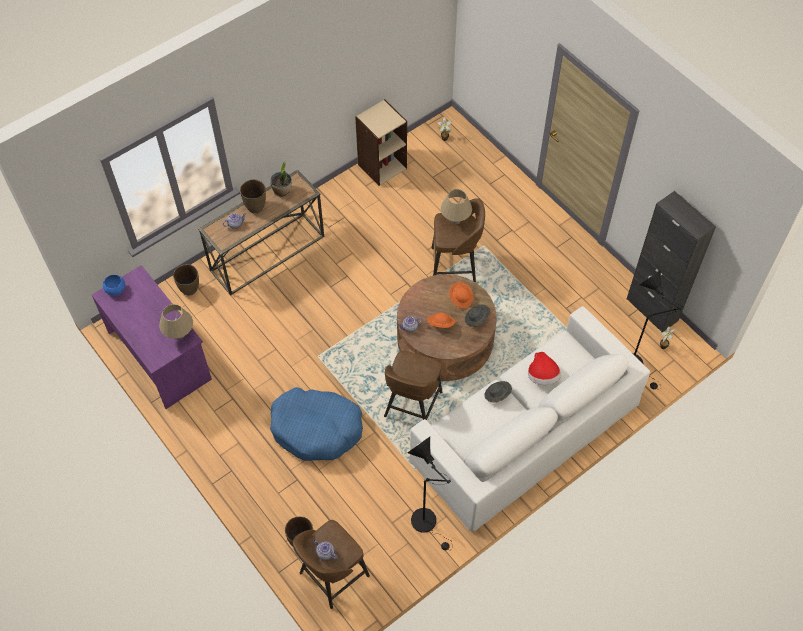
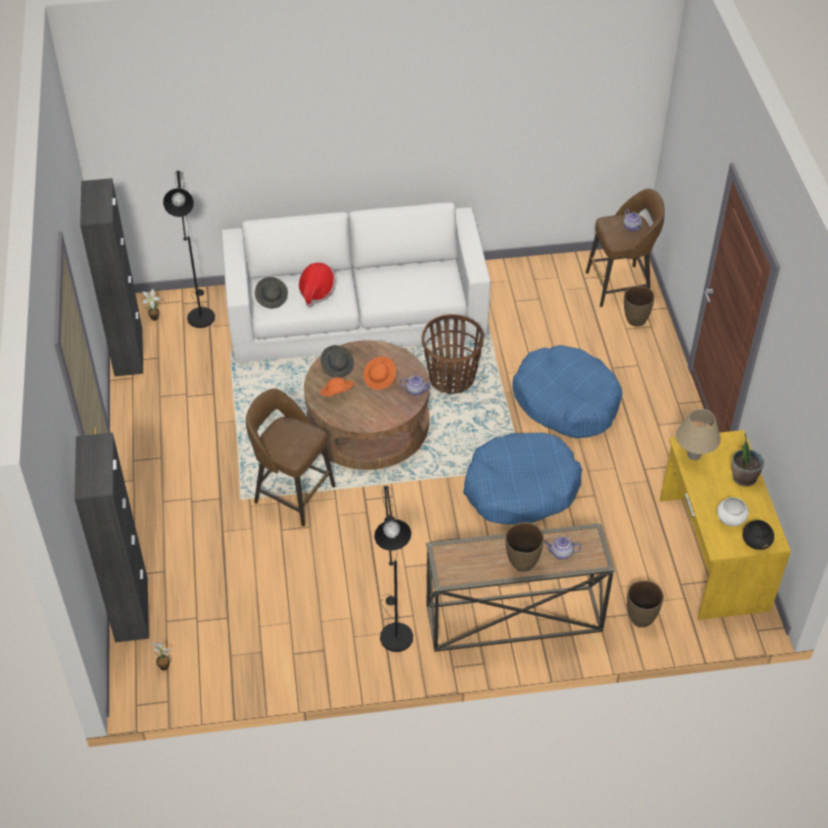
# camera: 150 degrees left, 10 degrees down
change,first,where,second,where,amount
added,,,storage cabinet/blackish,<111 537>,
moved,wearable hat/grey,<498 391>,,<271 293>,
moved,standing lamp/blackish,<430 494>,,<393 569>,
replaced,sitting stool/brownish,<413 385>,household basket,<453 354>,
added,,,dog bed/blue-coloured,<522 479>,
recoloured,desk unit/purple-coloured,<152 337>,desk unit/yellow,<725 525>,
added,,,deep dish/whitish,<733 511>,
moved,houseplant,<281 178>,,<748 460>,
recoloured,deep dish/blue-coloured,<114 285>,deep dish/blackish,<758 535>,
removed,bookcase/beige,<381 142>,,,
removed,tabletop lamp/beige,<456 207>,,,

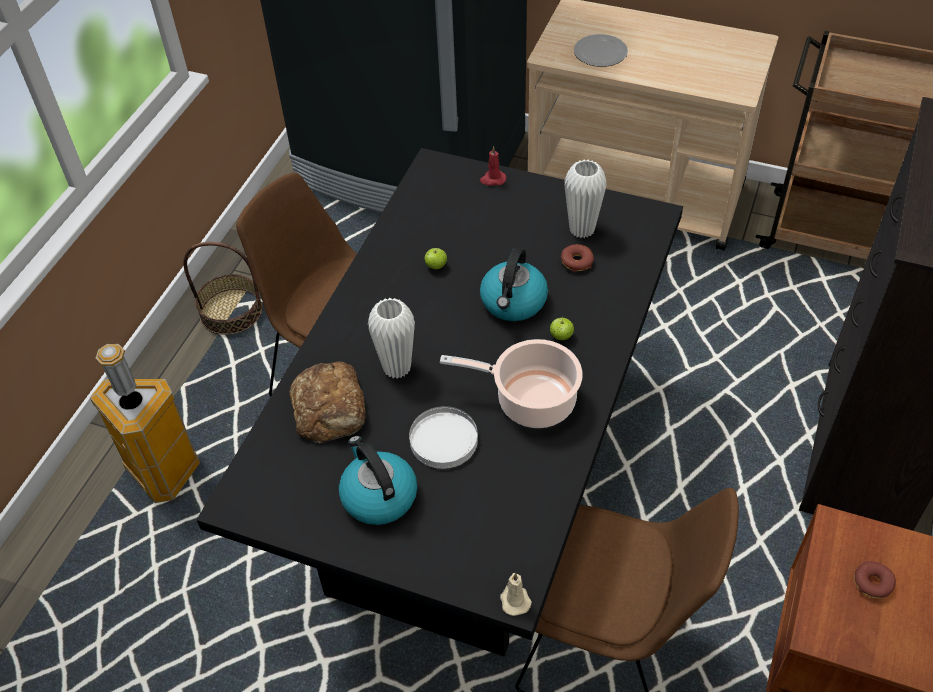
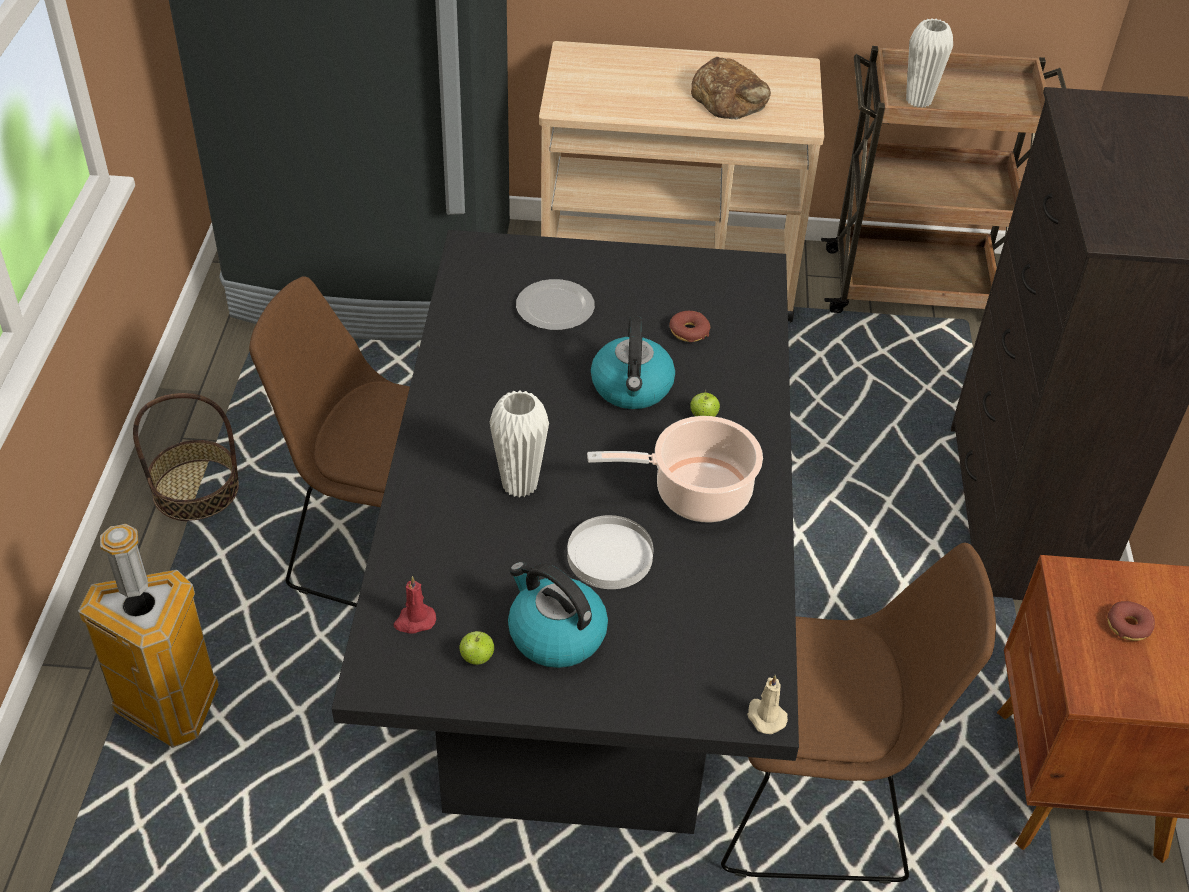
# camera: 20 degrees left, 5 degrees down
change,first,where,second,where,amount
moved,candle/red,<493 166>,,<415 605>,
moved,whole apple,<435 258>,,<476 648>,
moved,dinner plate,<601 50>,,<555 304>,
moved,baked bread,<328 403>,,<731 88>,
moved,decorative vase/whitish,<585 199>,,<929 63>,

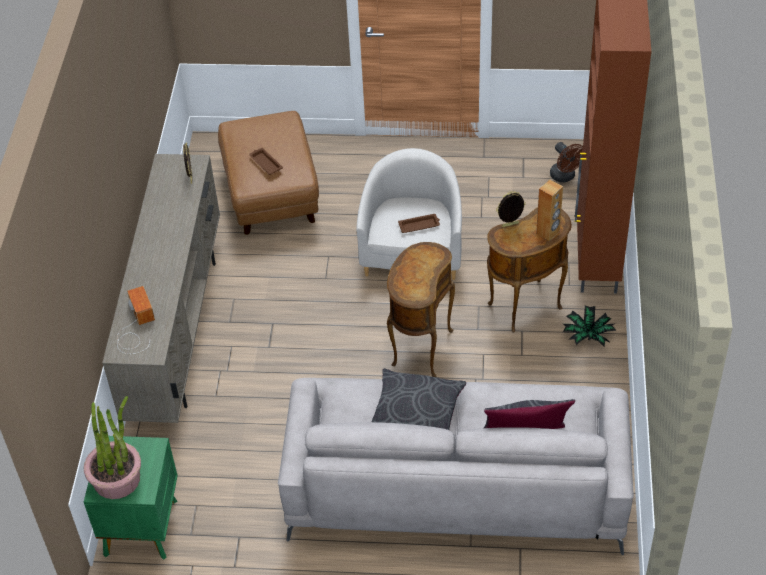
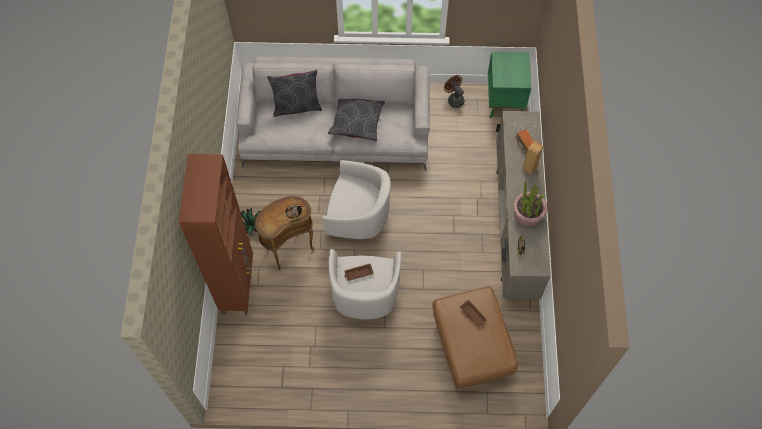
# camera: 175 degrees right, 15 degrees up
change,first,where,second,where,amount
replaced,accent table/brownish,<421 309>,easy chair/whitish,<356 199>,
moved,fan/brownish,<566 162>,,<454 91>,
moved,houseplant,<112 447>,,<530 203>,
moved,loudspeaker/brownish,<549 210>,,<533 158>,

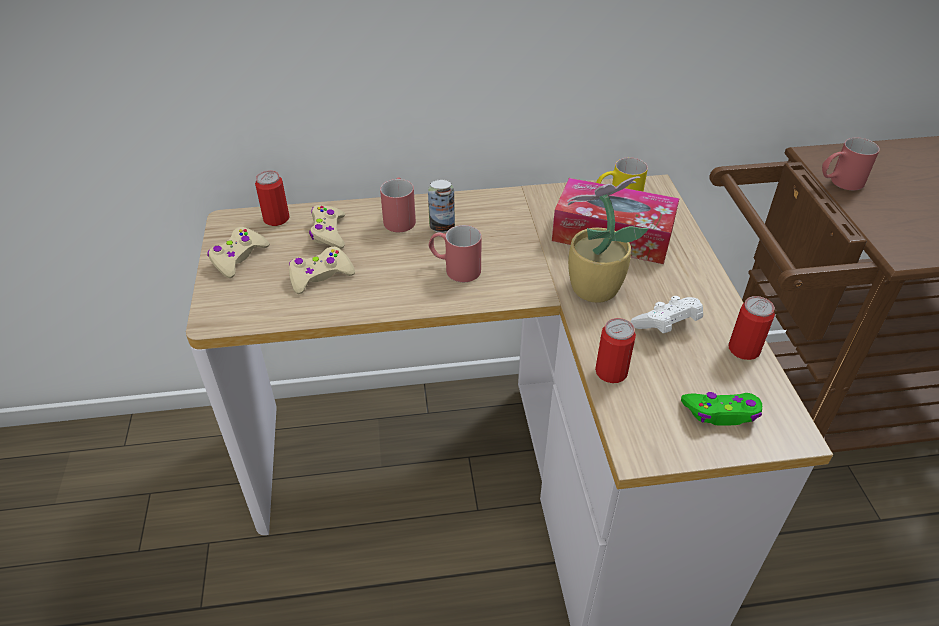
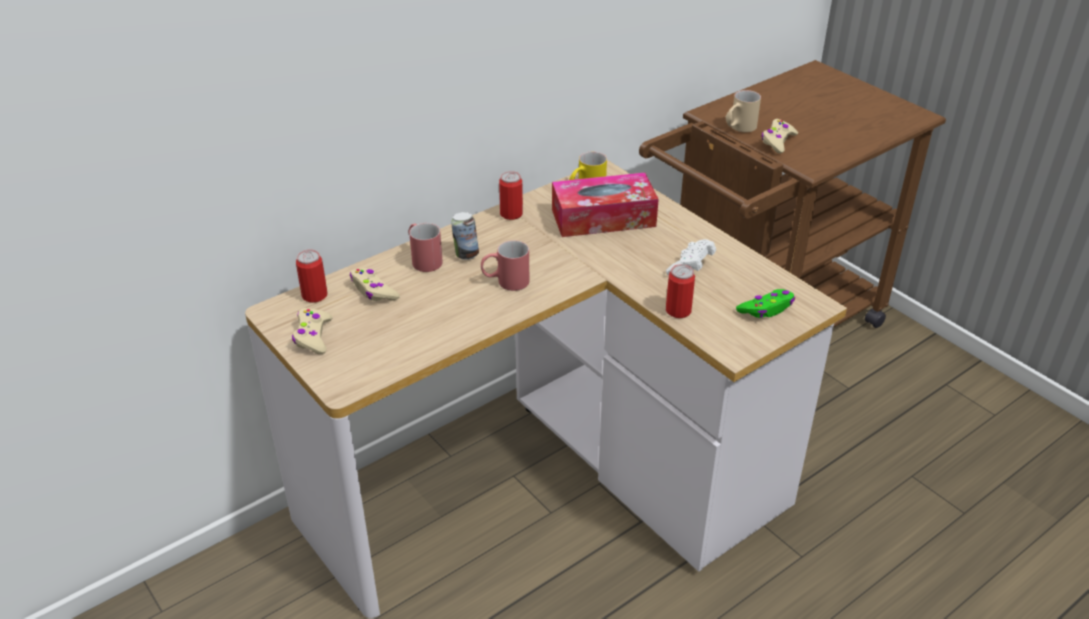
# camera: 30 degrees left, 5 degrees down
change,first,where,second,where,amount
moved,sealed can,<751 328>,,<511 195>,
recoloured,coffee mug/red,<851 164>,coffee mug/beige,<743 111>,
moved,gamepad/beige,<322 270>,,<779 136>,
removed,houseplant,<607 239>,,,

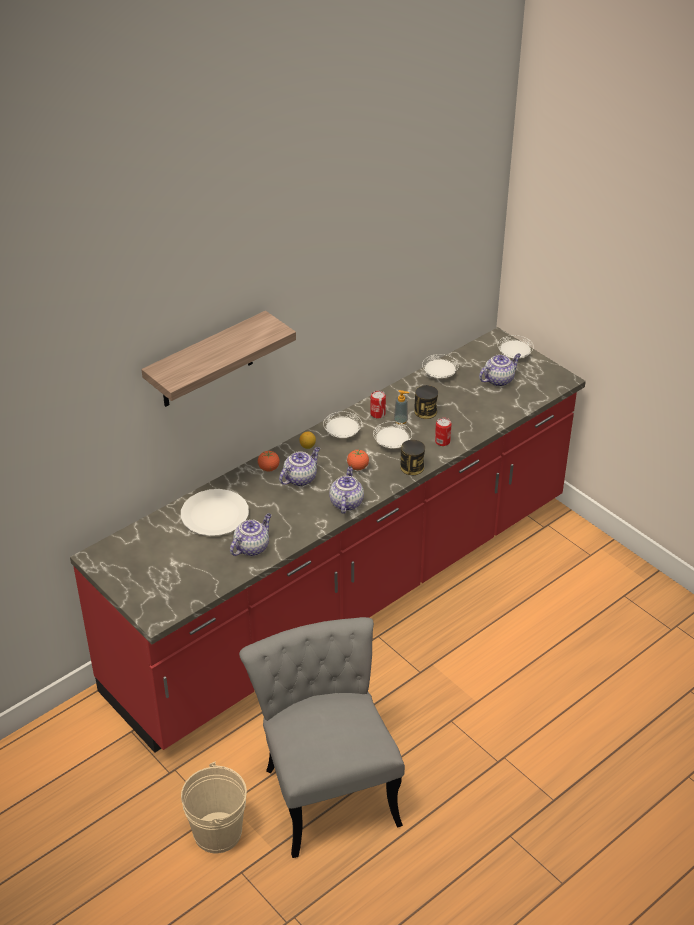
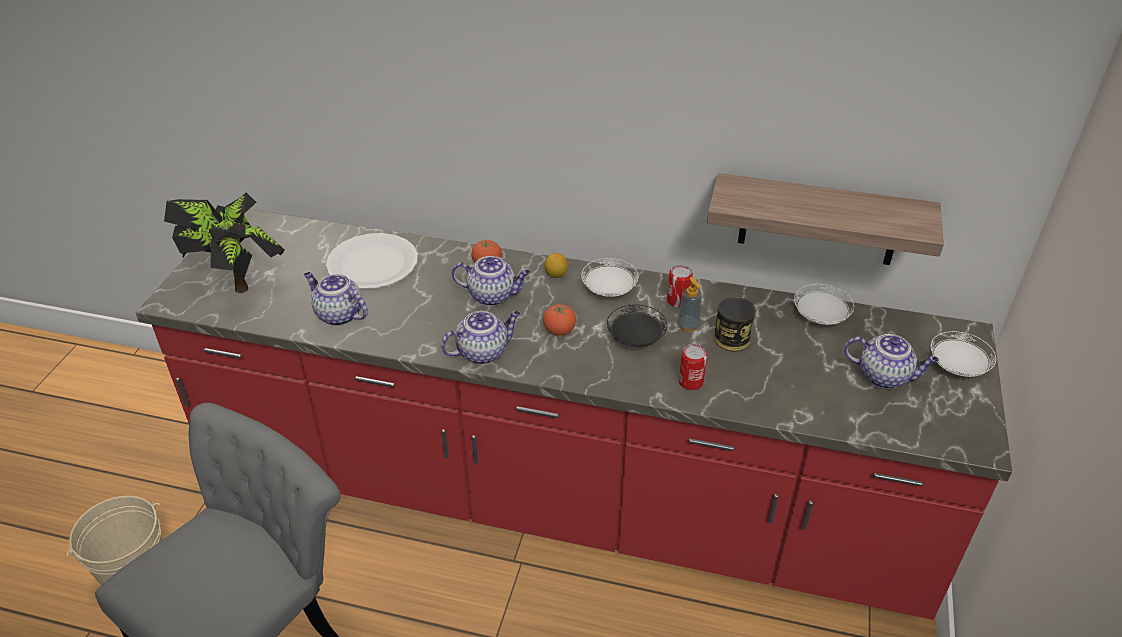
# camera: 55 degrees right, 0 degrees up
change,first,where,second,where,amount
added,,,houseplant,<224 243>,
turned,tea pot,<250 534>,,<336 299>,150 degrees counterclockwise
recoloured,dinner plate/whitish,<392 435>,dinner plate/blackish,<637 325>,
moved,bracket shelf,<218 359>,,<825 219>,
removed,sealed can,<412 457>,,,

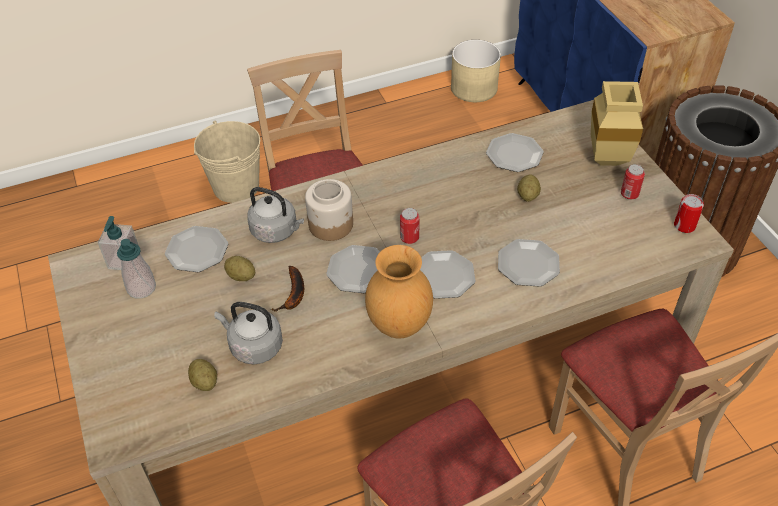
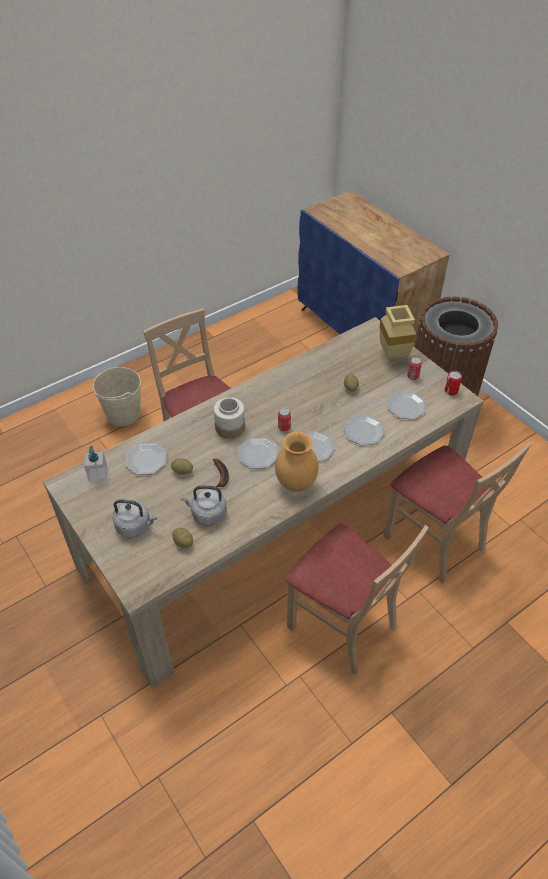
# camera: 15 degrees left, 0 degrees up
change,first,where,second,where,amount
moved,kettle/grey,<275 215>,,<135 518>,
moved,dinner plate,<515 152>,,<407 405>,
removed,liquid soap bottle,<136 269>,,,
removed,flower pot/beige,<476 71>,,,

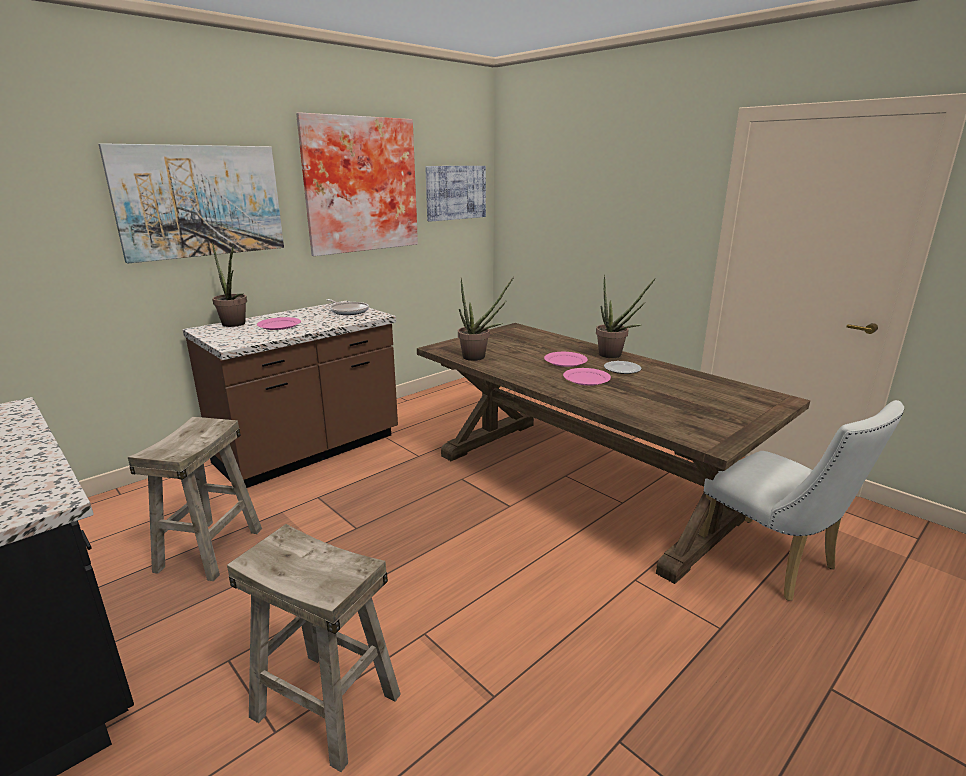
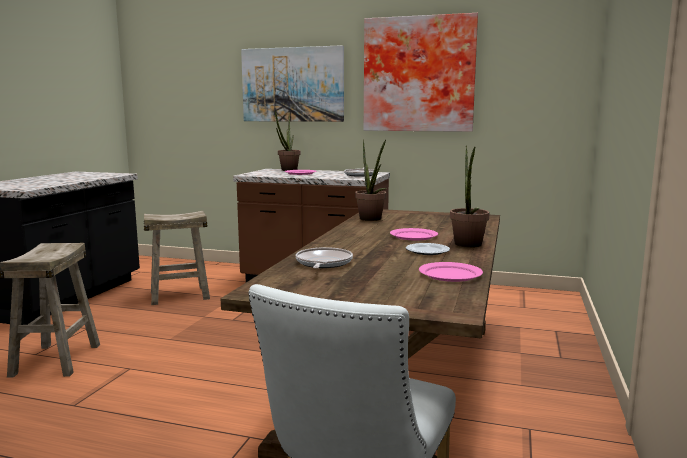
# camera: 60 degrees right, 10 degrees down
change,first,where,second,where,amount
added,,,skillet,<324 258>,
moved,dinner plate/pink,<587 377>,,<451 272>,
removed,wall art,<455 194>,,,

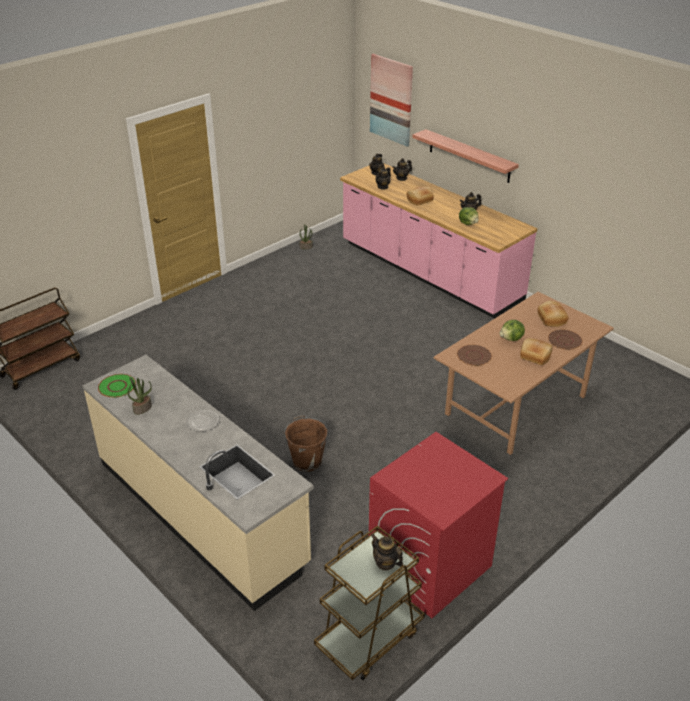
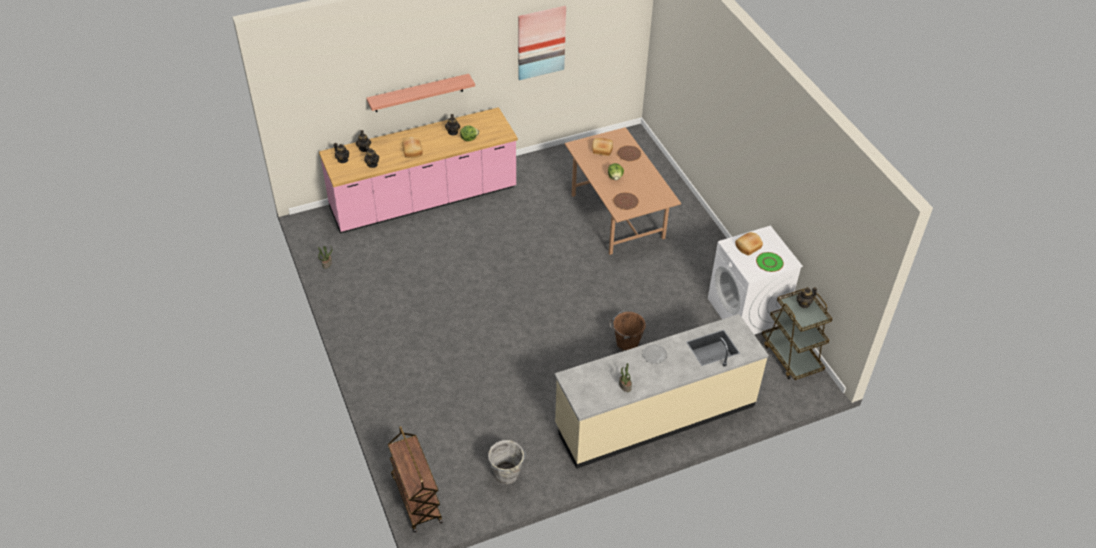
# camera: 70 degrees left, 10 degrees up
change,first,where,second,where,amount
added,,,pail/grey,<506 462>,
moved,wall art,<391 100>,,<542 43>,
recoloured,washing machine/red,<438 525>,washing machine/whitish,<755 280>,
moved,baked bread,<536 351>,,<749 244>,
moved,dinner plate/green-coloured,<117 386>,,<770 262>,

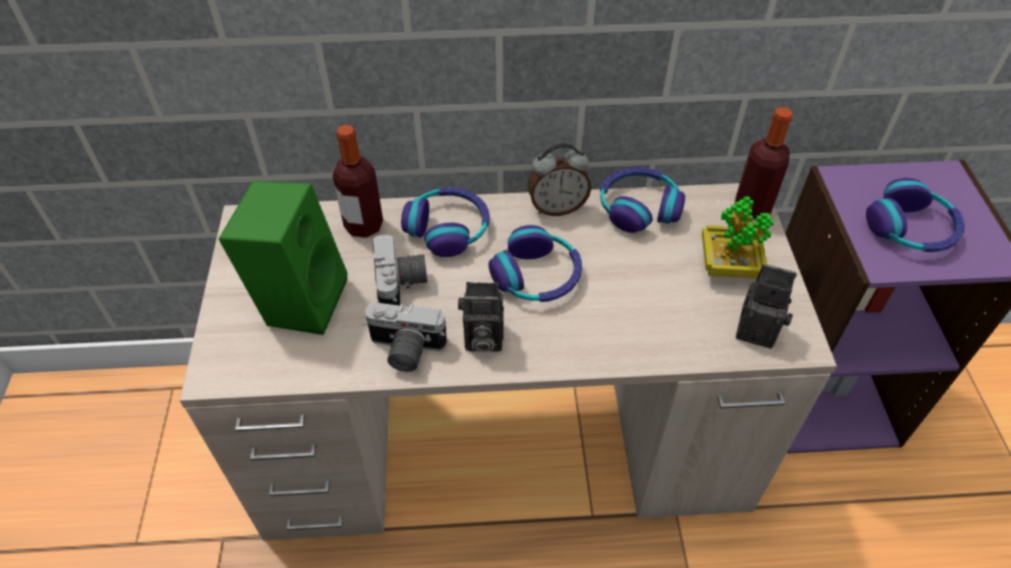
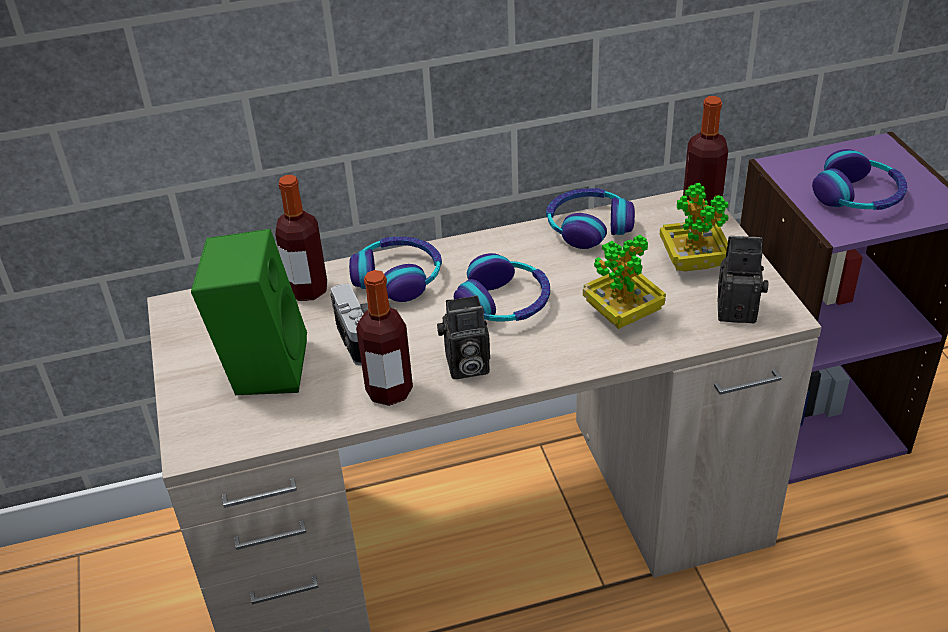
# camera: 10 degrees left, 10 degrees down
change,first,where,second,where,amount
replaced,still camera,<405 337>,beverage bottle,<384 338>,
added,,,houseplant,<624 282>,
removed,table clock,<559 179>,,,

